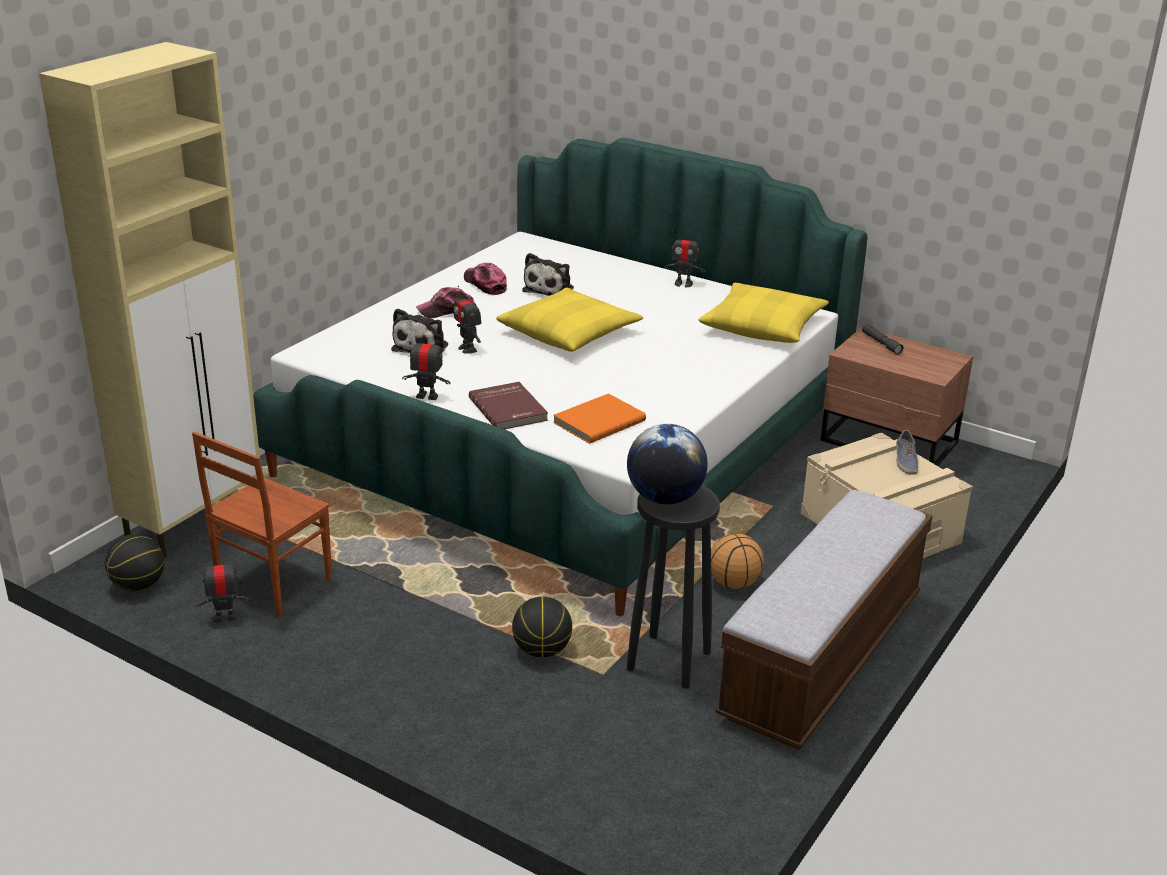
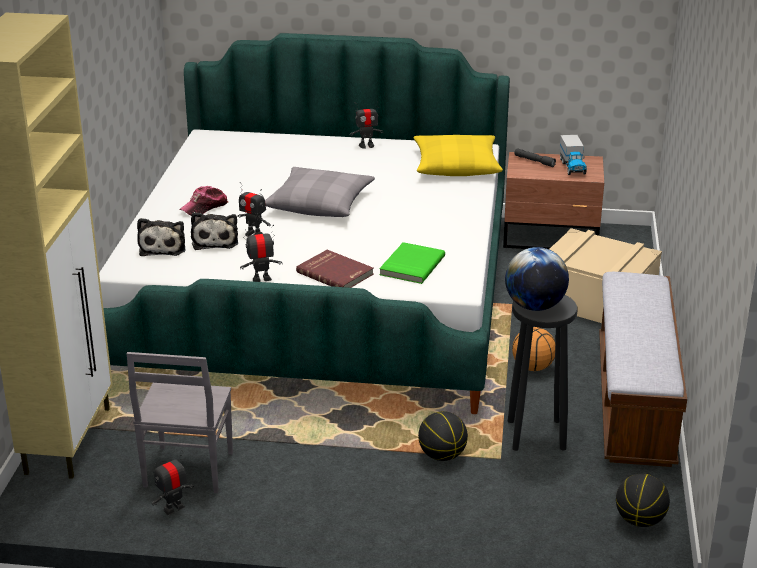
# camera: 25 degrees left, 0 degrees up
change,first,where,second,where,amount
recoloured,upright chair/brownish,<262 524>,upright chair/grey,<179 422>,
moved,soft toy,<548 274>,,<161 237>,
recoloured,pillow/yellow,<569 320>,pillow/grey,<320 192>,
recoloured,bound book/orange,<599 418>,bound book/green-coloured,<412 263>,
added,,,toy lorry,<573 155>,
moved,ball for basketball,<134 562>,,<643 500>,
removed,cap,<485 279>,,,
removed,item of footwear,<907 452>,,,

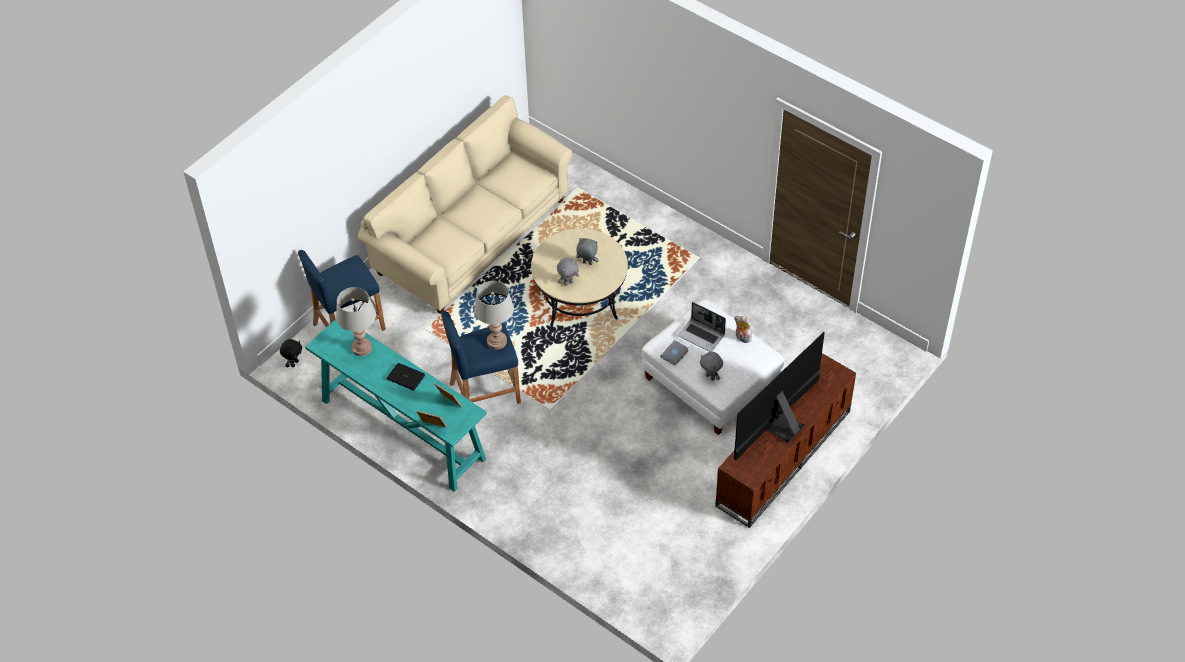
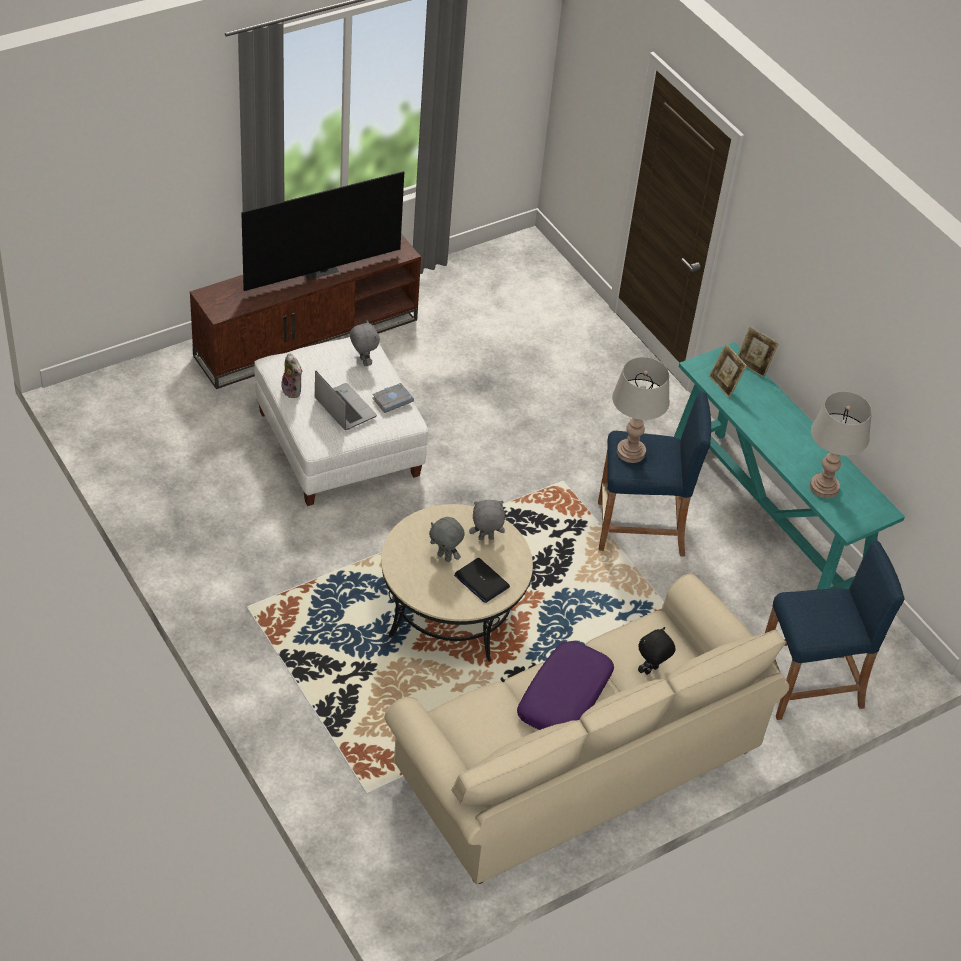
# camera: 165 degrees left, 5 degrees down
change,first,where,second,where,amount
moved,notebook computer,<406 377>,,<482 580>,
added,,,pillow/purple-coloured,<565 685>,
moved,soft toy/blackish,<291 353>,,<656 651>,

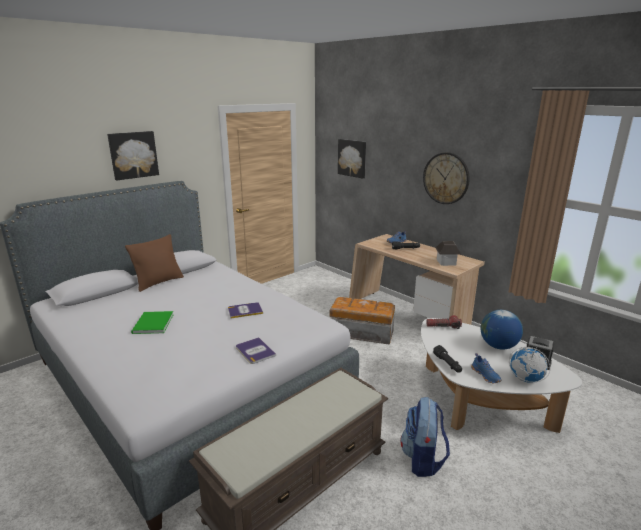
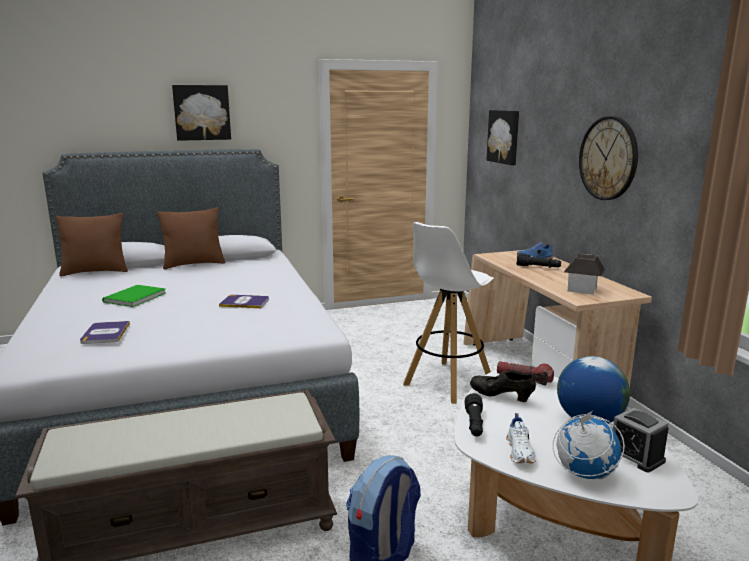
# camera: 25 degrees right, 5 degrees down
change,first,where,second,where,amount
added,,,pillow/brownish,<92 245>,
moved,bound book,<256 350>,,<105 332>,
replaced,storage bin,<362 321>,sitting stool/whitish,<448 313>,
added,,,item of footwear/blackish,<503 386>,
recoloured,item of footwear/blue-coloured,<486 368>,item of footwear/whitish,<521 438>,

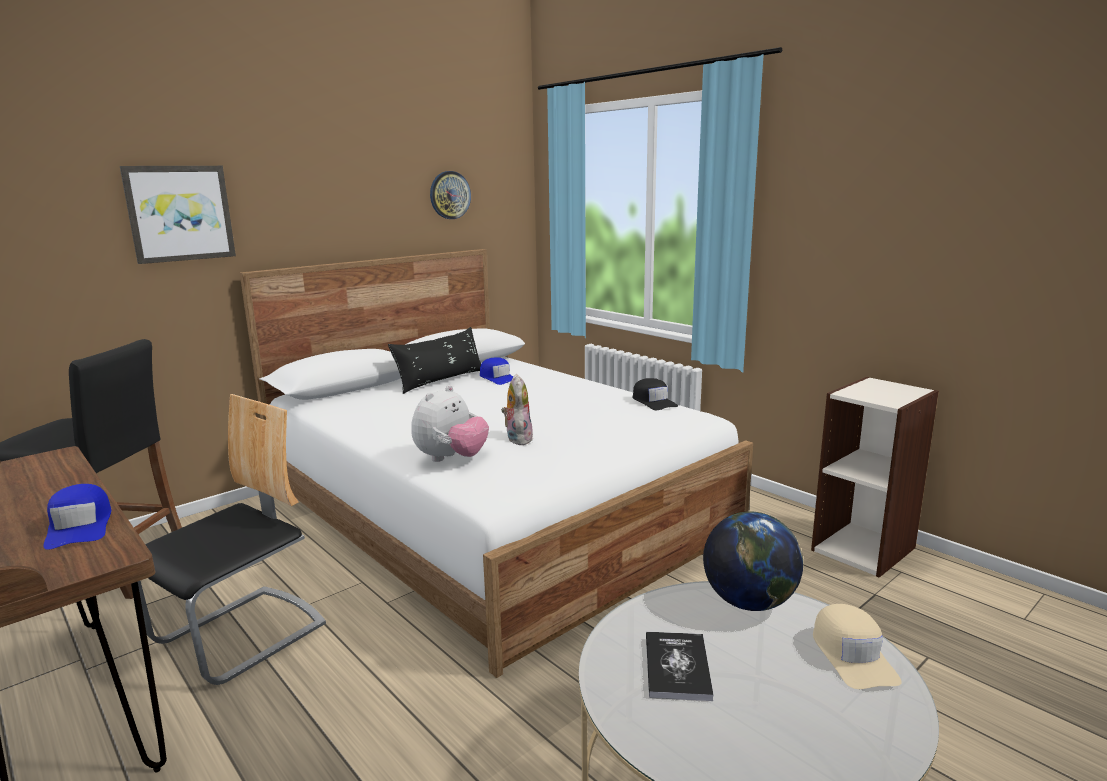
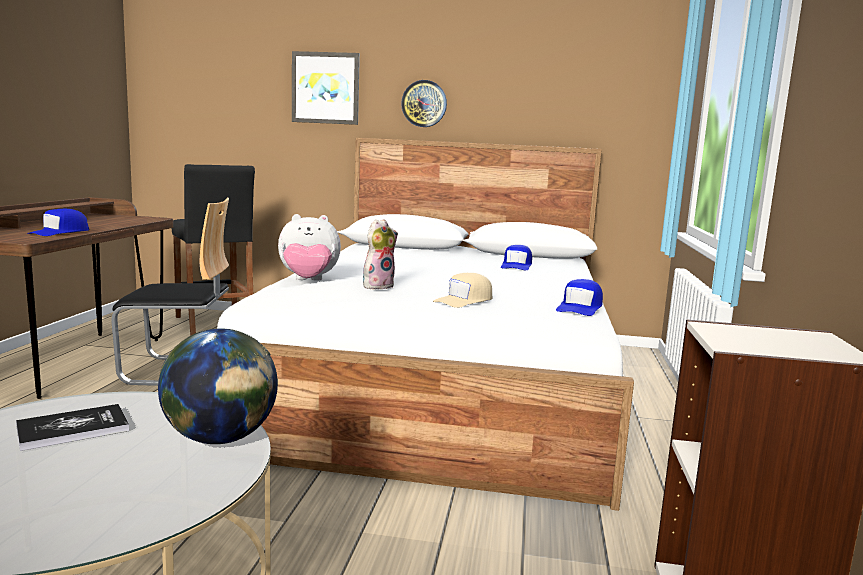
# camera: 50 degrees right, 5 degrees down
change,first,where,second,where,amount
moved,hanging clock,<450 195>,,<424 103>,
moved,cap/beige,<857 646>,,<462 290>,
recoloured,cap/blackish,<655 394>,cap/blue-coloured,<579 297>,
removed,pillow/blackish,<434 360>,,,

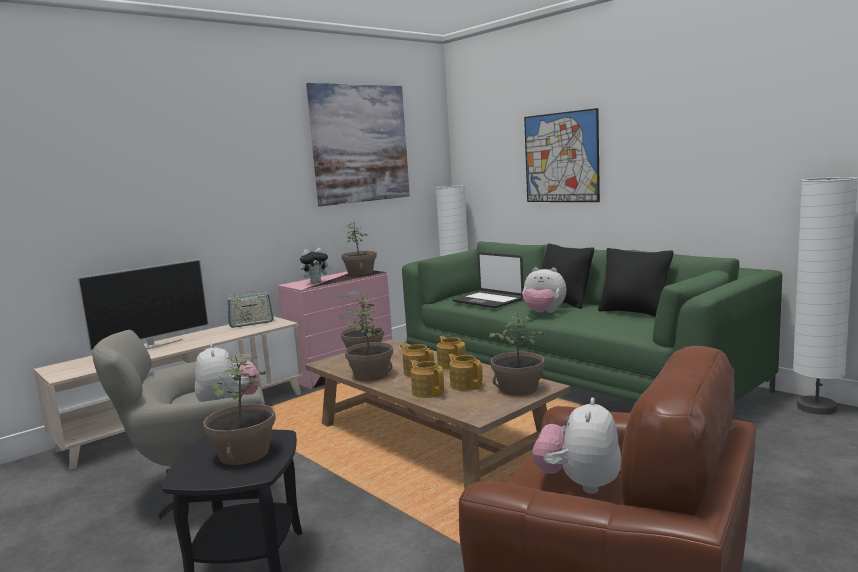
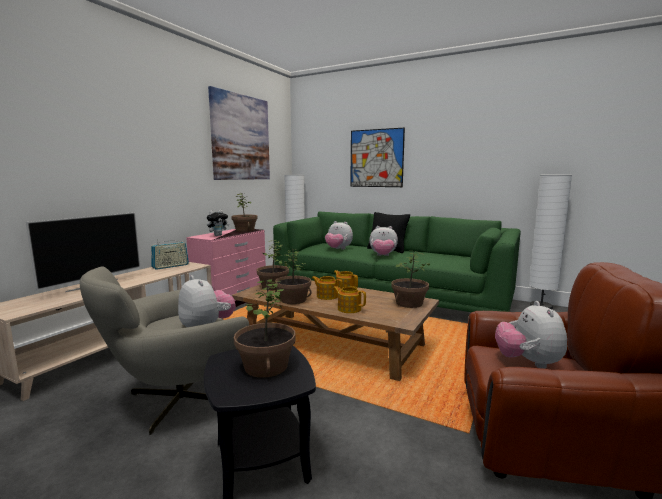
# camera: 20 degrees left, 0 degrees up
change,first,where,second,where,amount
replaced,notebook computer,<488 280>,soft toy,<339 235>,
removed,tea pot,<465 372>,,,
removed,pillow/blackish,<635 282>,,,

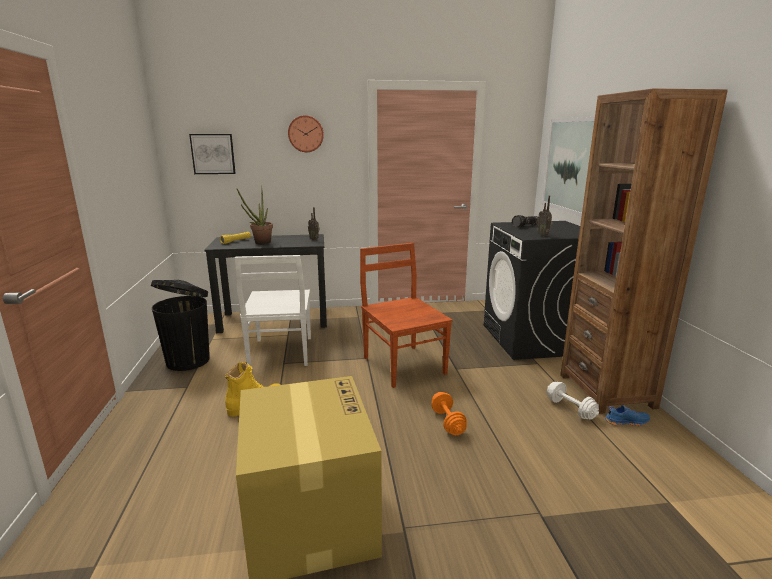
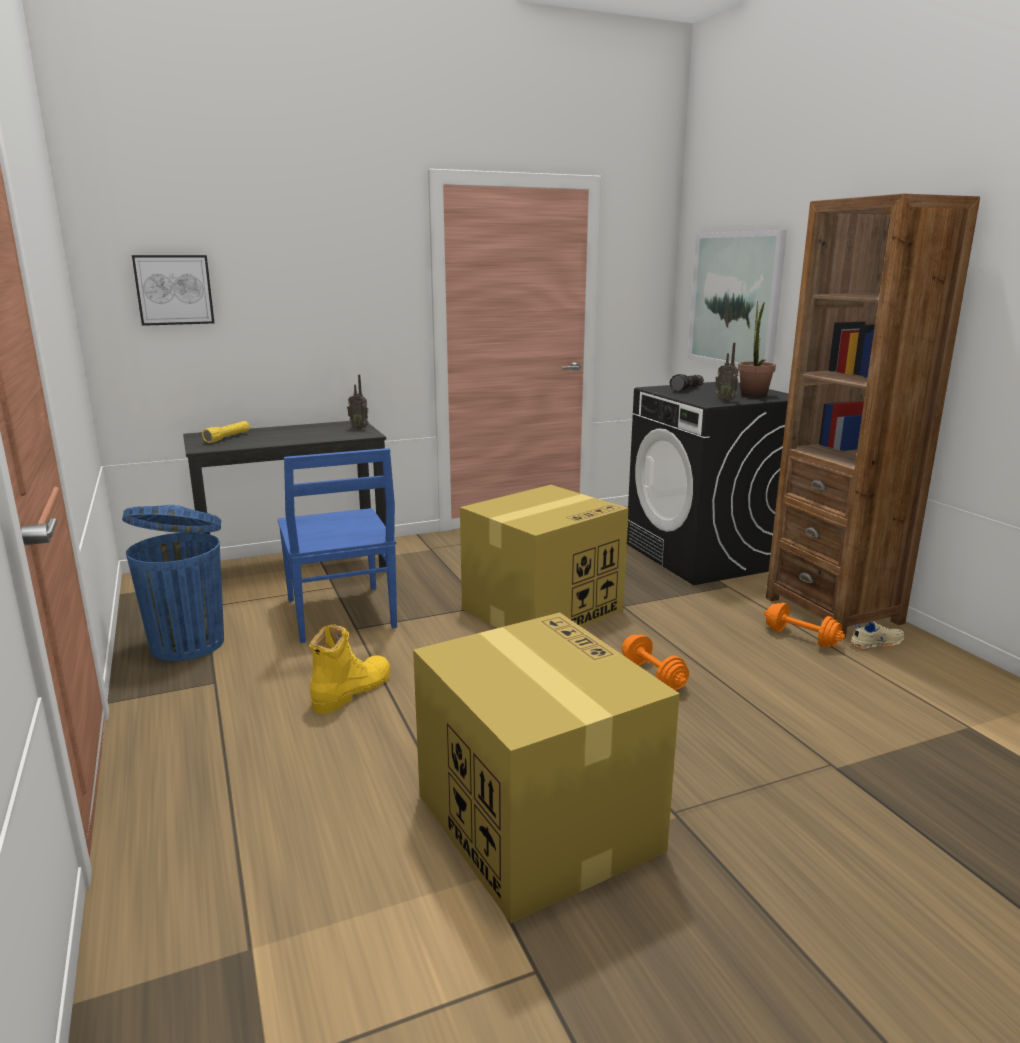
# camera: 15 degrees left, 0 degrees up
change,first,where,second,where,amount
recoloured,trash can/blackish,<180 325>,trash can/blue-coloured,<173 583>,
recoloured,upright chair/whitish,<273 310>,upright chair/blue-coloured,<337 545>,
replaced,upright chair/brownish,<406 315>,cardboard box,<544 556>,
moved,houseplant,<255 215>,,<757 349>,
recoloured,hand weight/whitish,<573 401>,hand weight/orange,<804 625>,
recoloured,item of footwear/blue-coloured,<627 415>,item of footwear/beige,<877 635>,
removed,hanging clock,<306 133>,,,

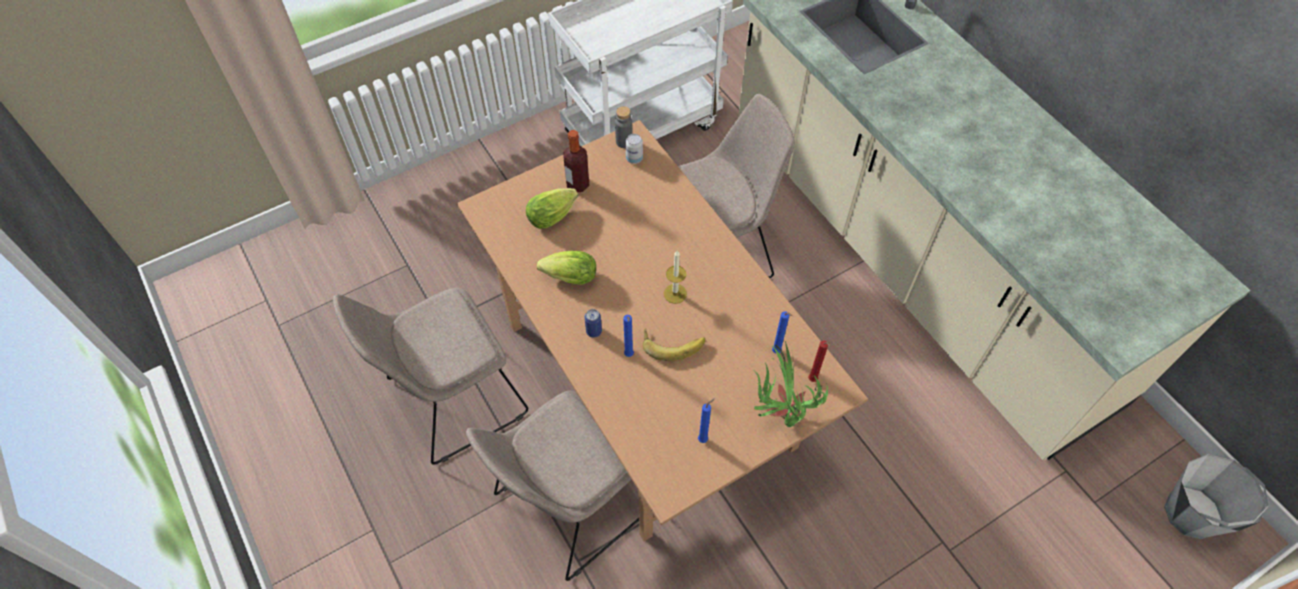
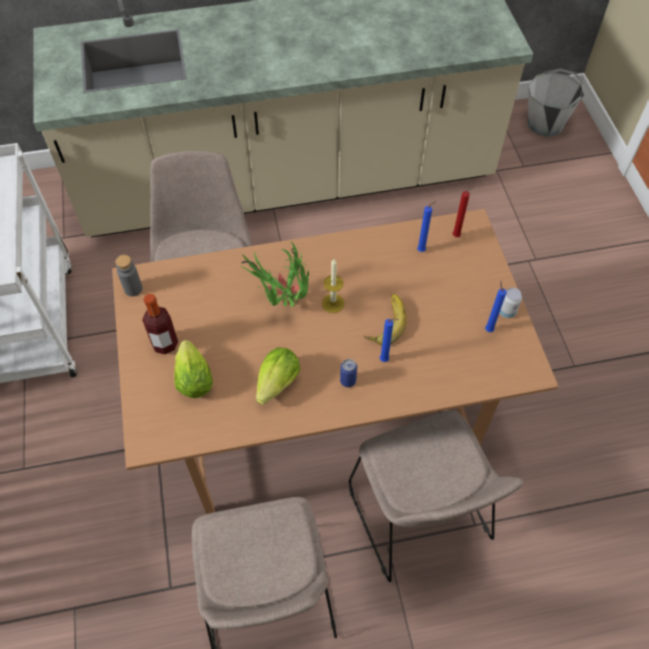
# camera: 70 degrees left, 0 degrees up
change,first,where,second,where,amount
moved,houseplant,<790 384>,,<275 274>,
moved,sealed can,<634 149>,,<510 303>,

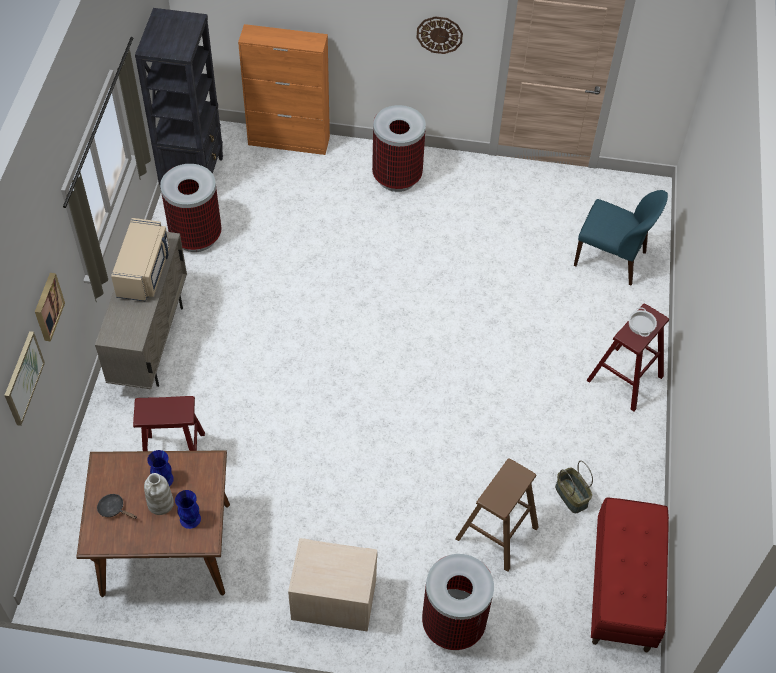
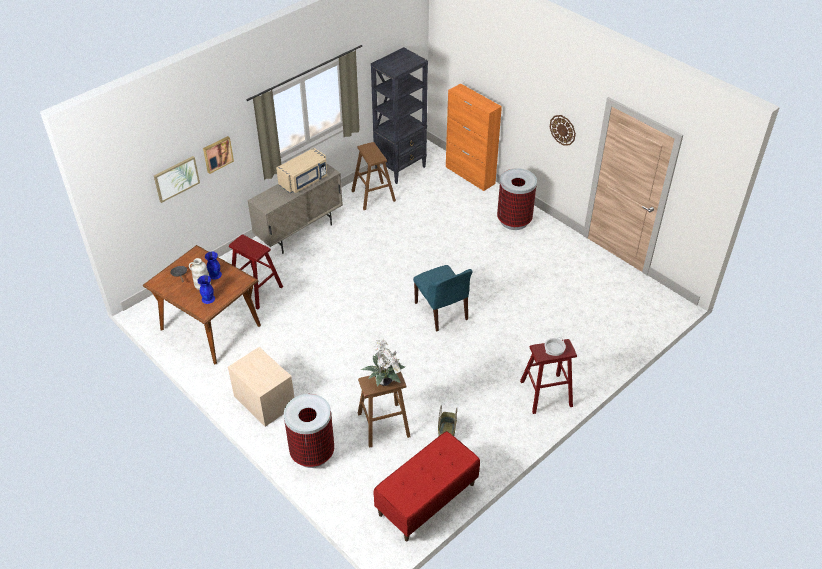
# camera: 40 degrees right, 10 degrees down
change,first,where,second,where,amount
replaced,trash can,<190 208>,sitting stool/brownish,<373 176>,
added,,,houseplant,<383 362>,
moved,upright chair/blue-coloured,<621 238>,,<442 298>,

